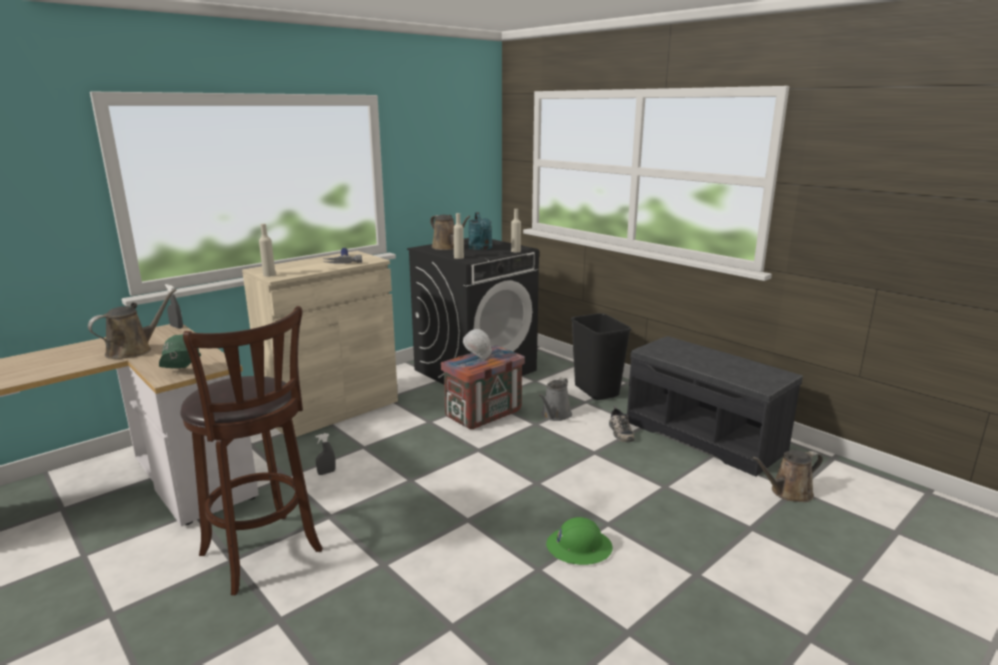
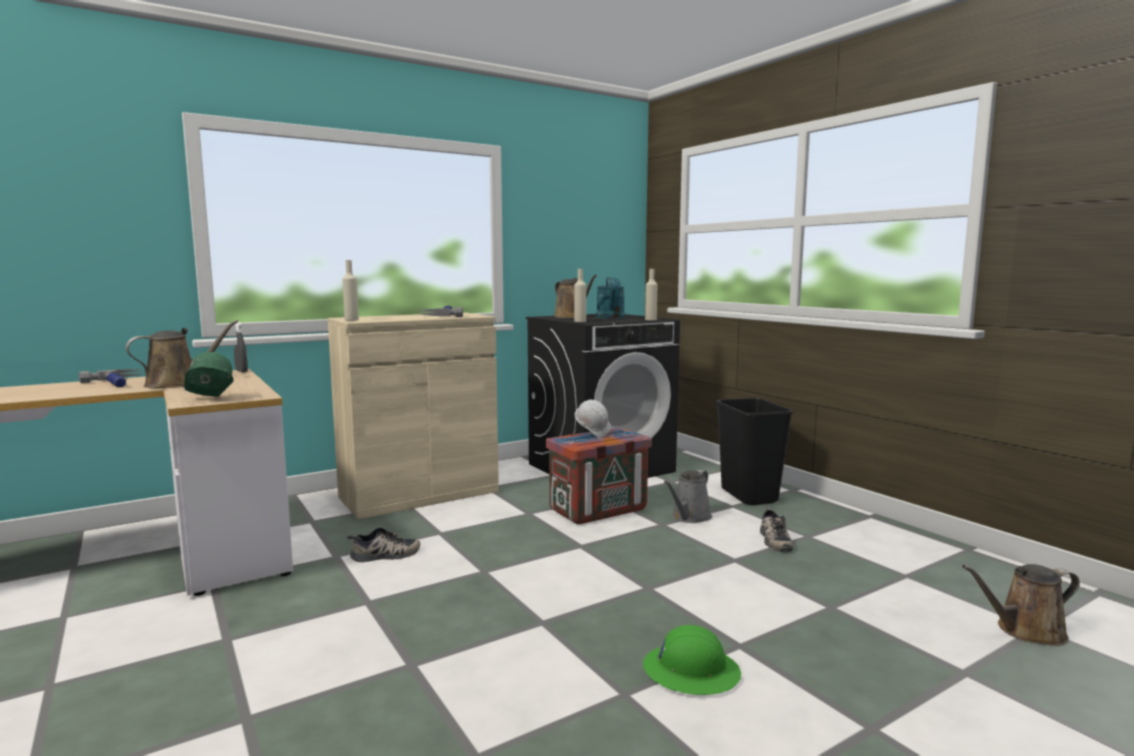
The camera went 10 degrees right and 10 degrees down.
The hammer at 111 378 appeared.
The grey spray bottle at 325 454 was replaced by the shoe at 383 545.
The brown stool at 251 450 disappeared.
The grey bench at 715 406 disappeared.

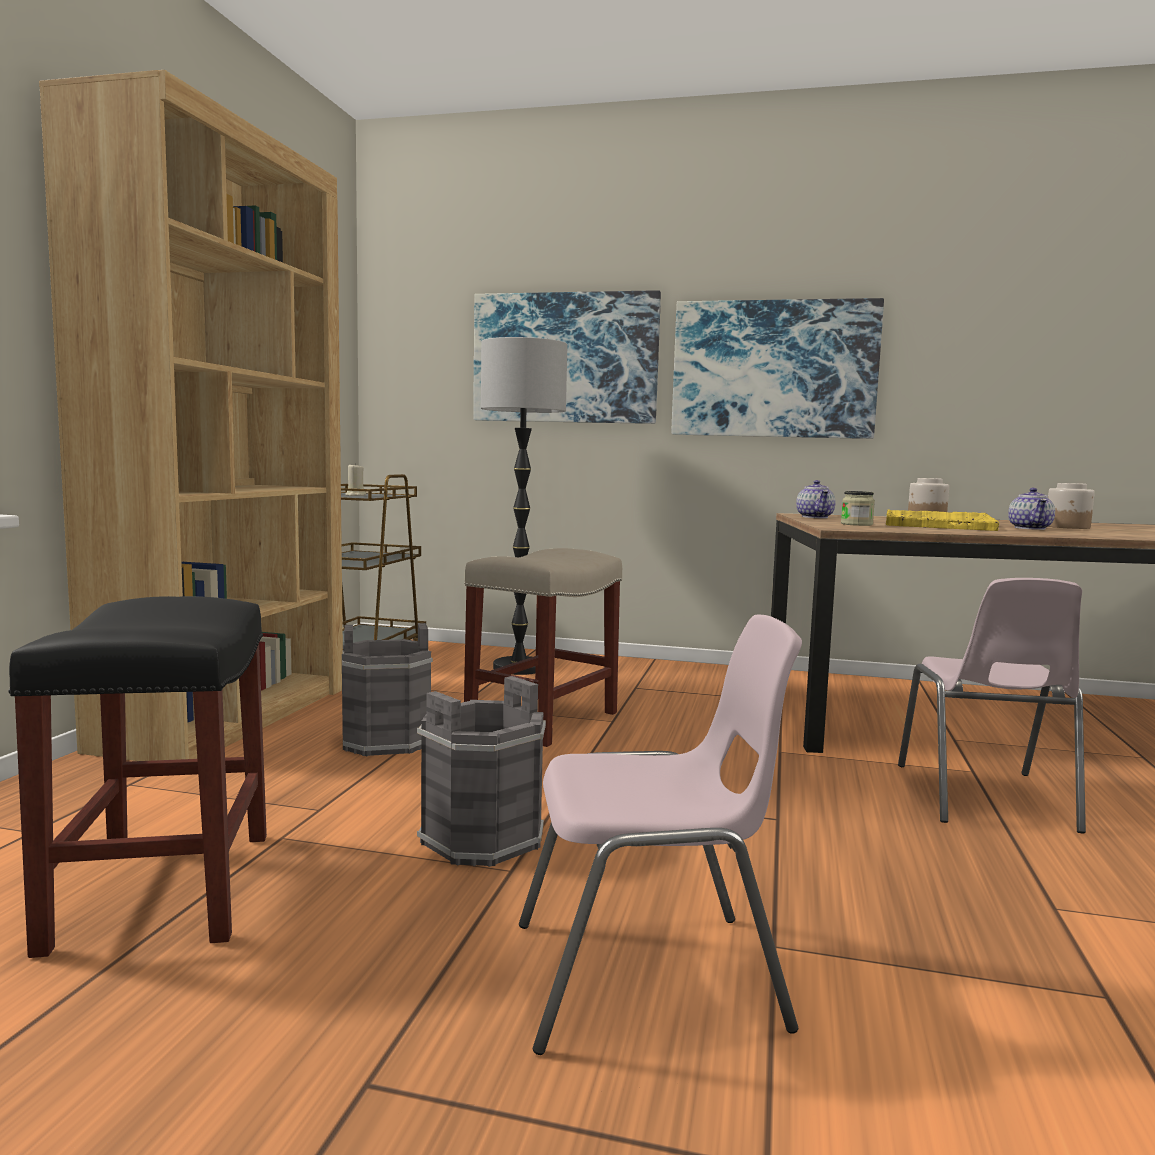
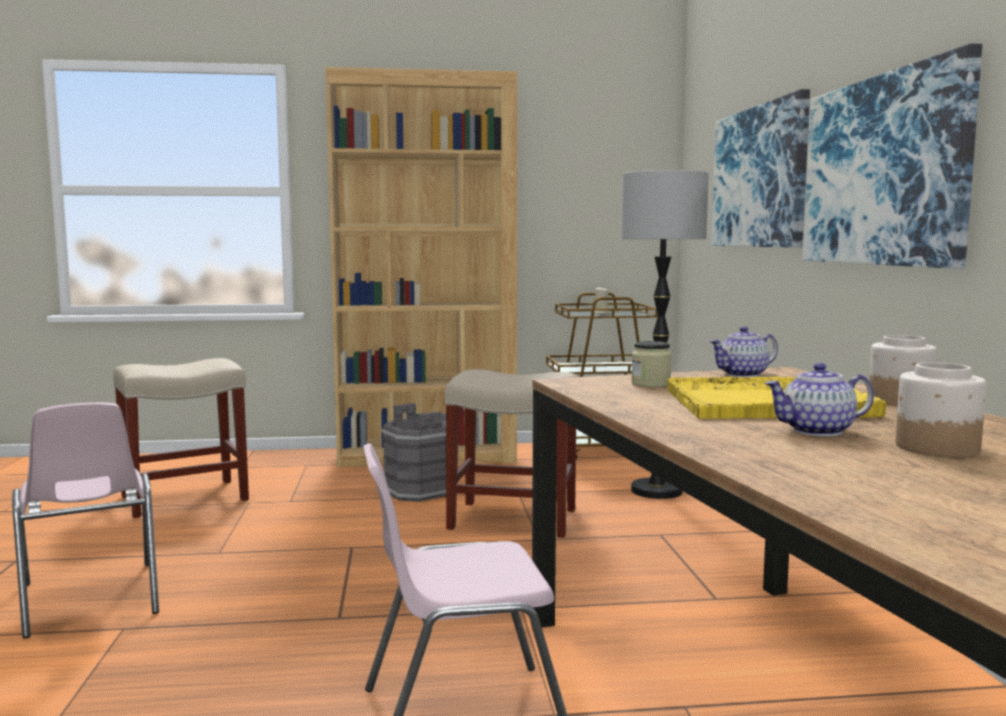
The camera went 70 degrees right and 0 degrees up.
The black stool at 137 777 became the beige stool at 181 438.
The grey bucket at 481 771 disappeared.

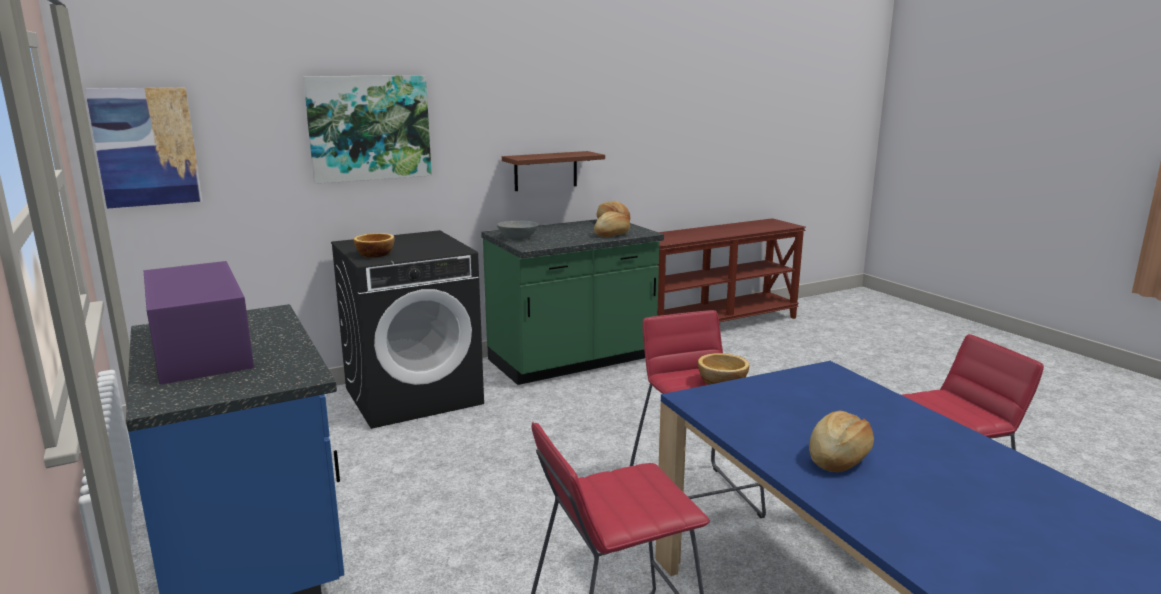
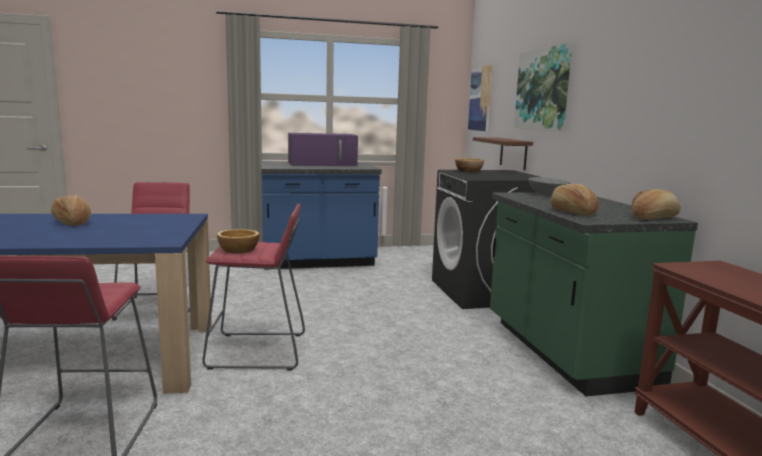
The camera went 105 degrees right and 5 degrees down.
The brown shelf moved from 553 171 to 503 153.

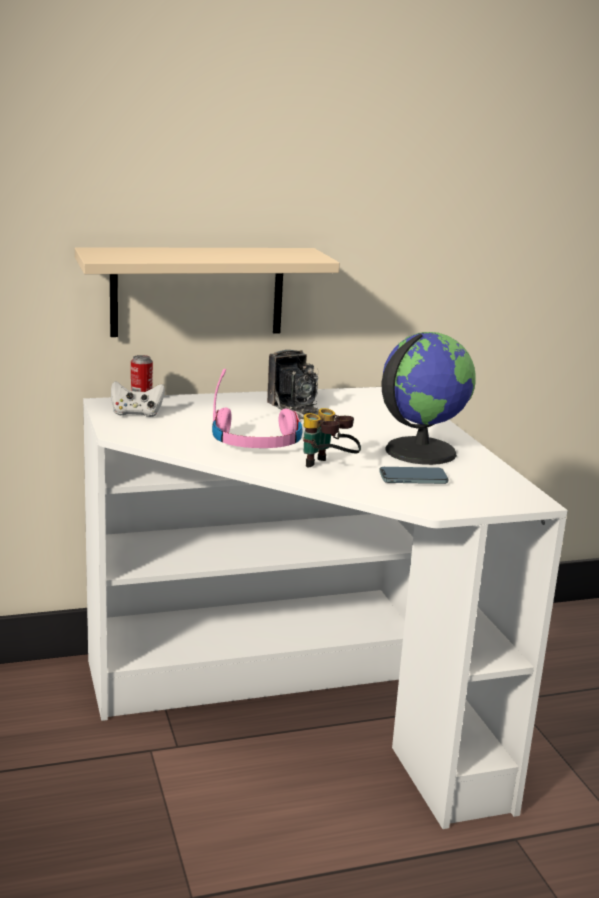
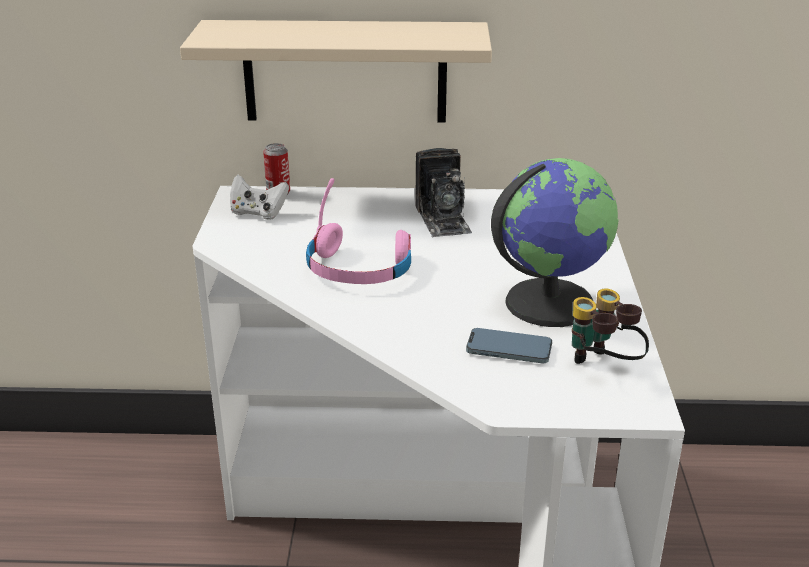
The camera went 20 degrees right and 10 degrees up.
The binoculars moved from 332 438 to 610 326.

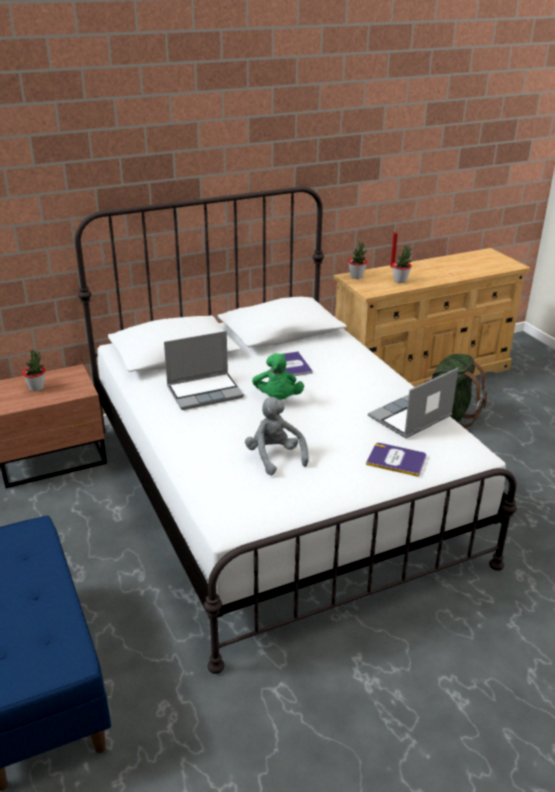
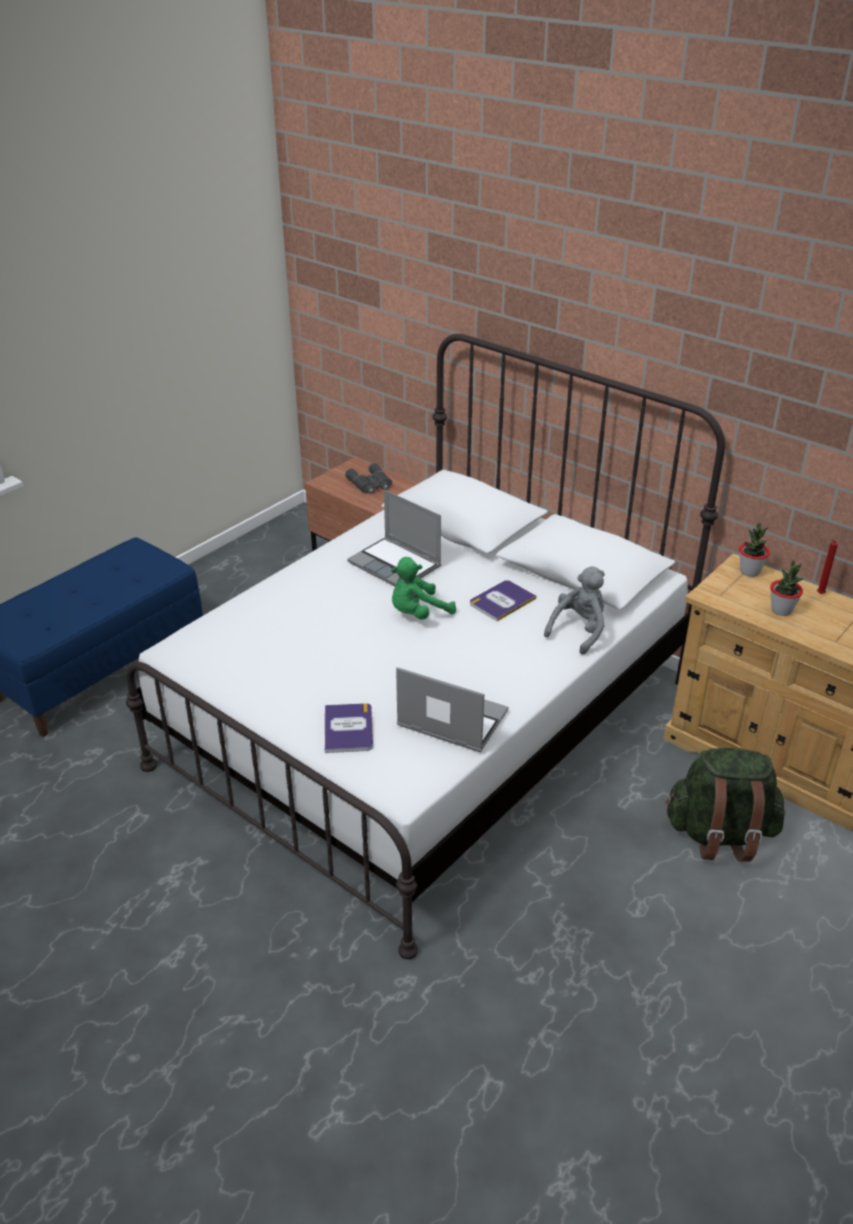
The camera went 65 degrees right and 5 degrees up.
The potted plant at 33 370 was replaced by the grey binoculars at 368 478.
The grey plush toy moved from 277 436 to 574 610.

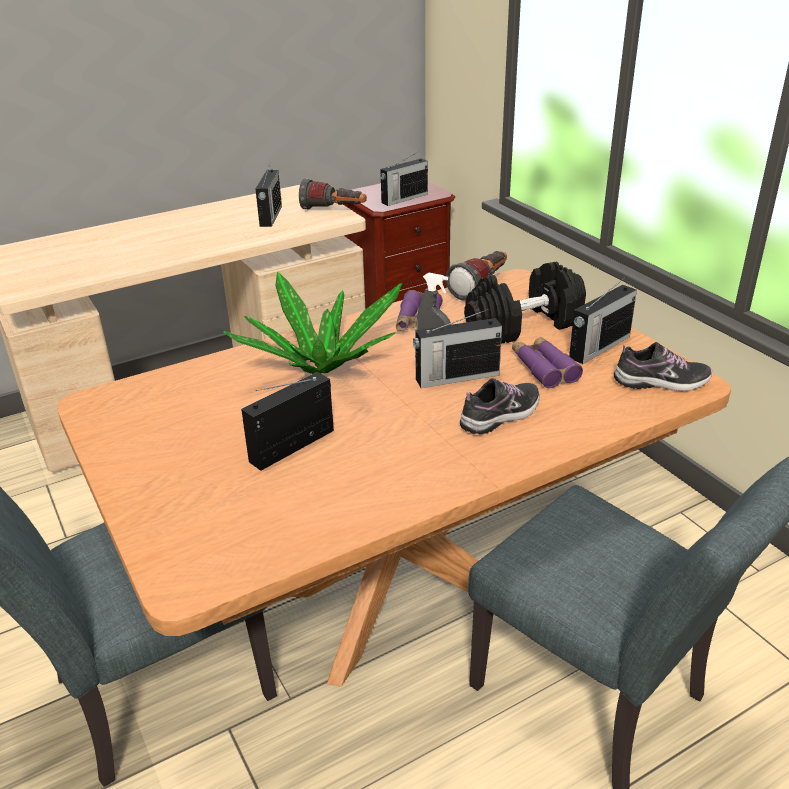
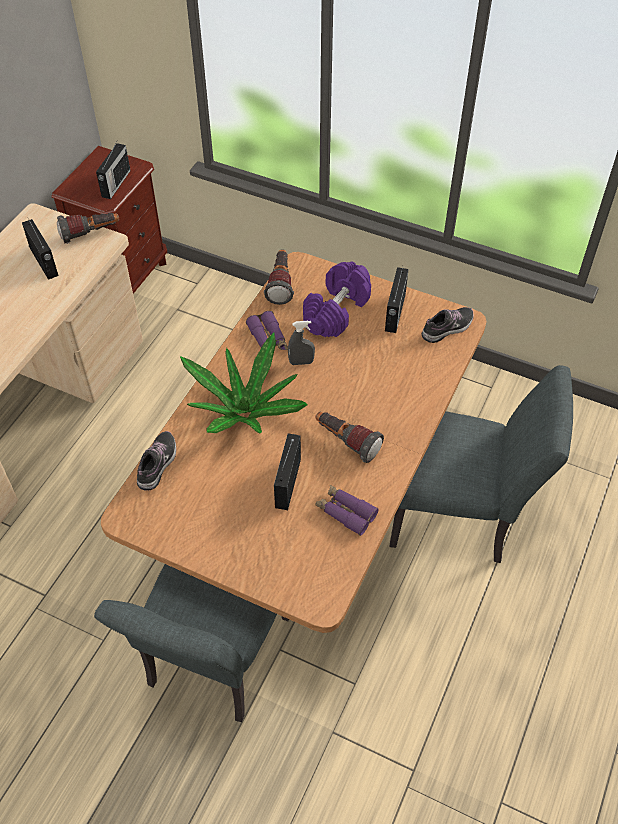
The camera went 35 degrees left and 20 degrees up.
The shoe moved from 500 406 to 156 461.
The black dumbbell at 525 303 became the purple dumbbell at 337 299.
The flashlight at 349 437 appeared.
The purple binoculars moved from 547 362 to 347 510.
The radio at 457 348 disappeared.

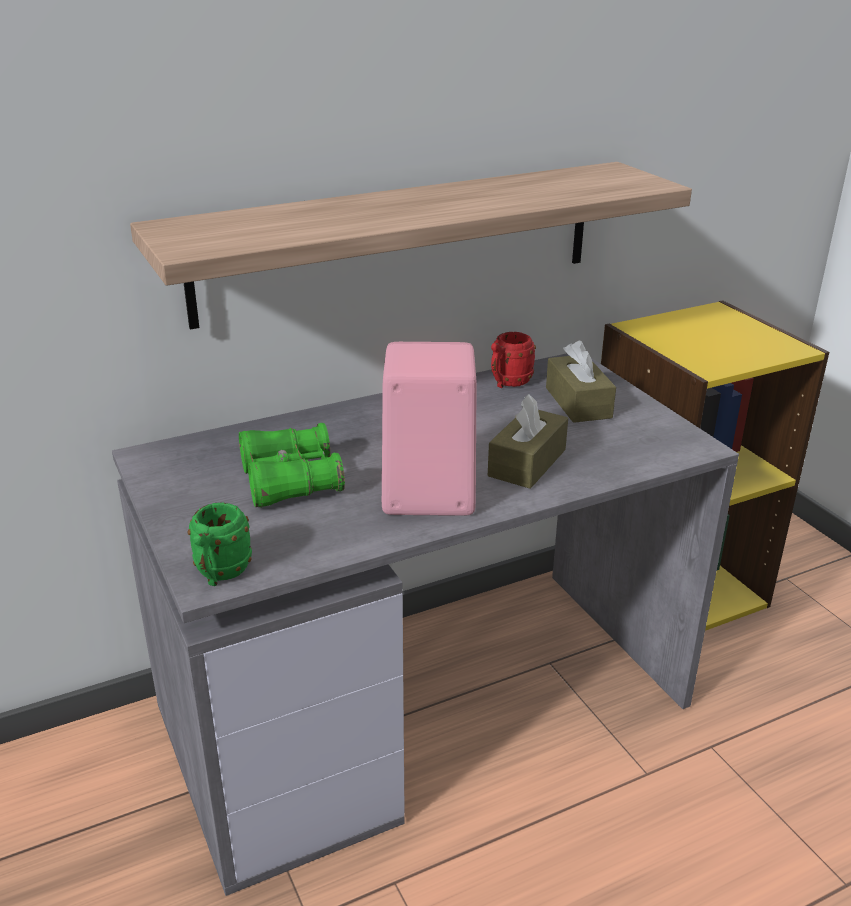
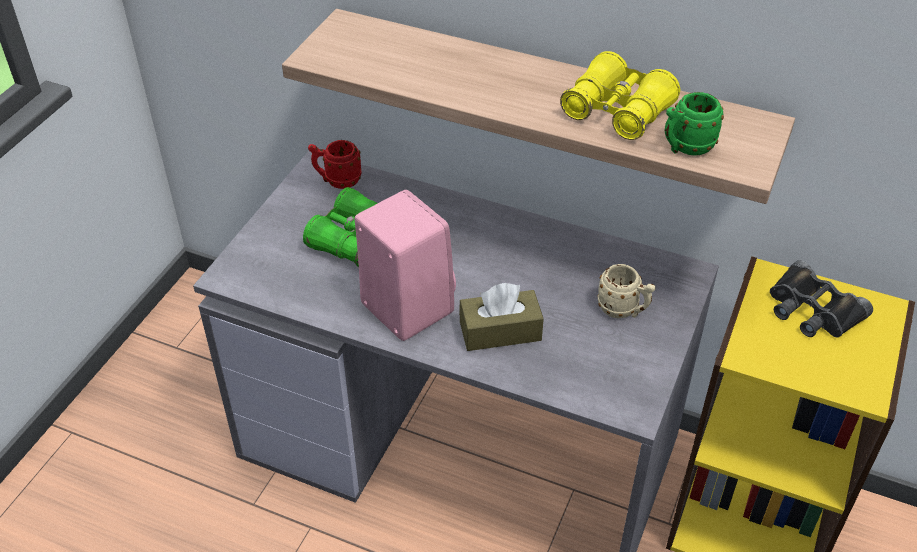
The camera went 50 degrees right and 15 degrees up.
The red mug moved from 513 360 to 335 164.
The yellow binoculars at 620 95 appeared.
The brown tissue box at 581 381 was replaced by the beige mug at 626 291.
The green mug moved from 220 544 to 694 124.
The black binoculars at 821 298 appeared.

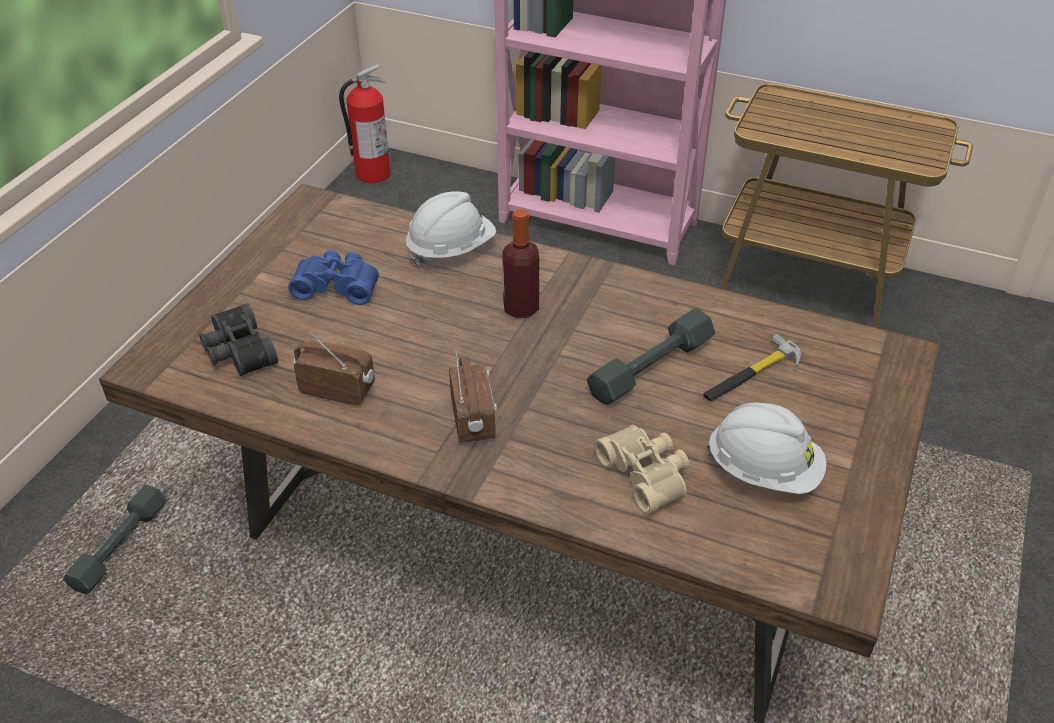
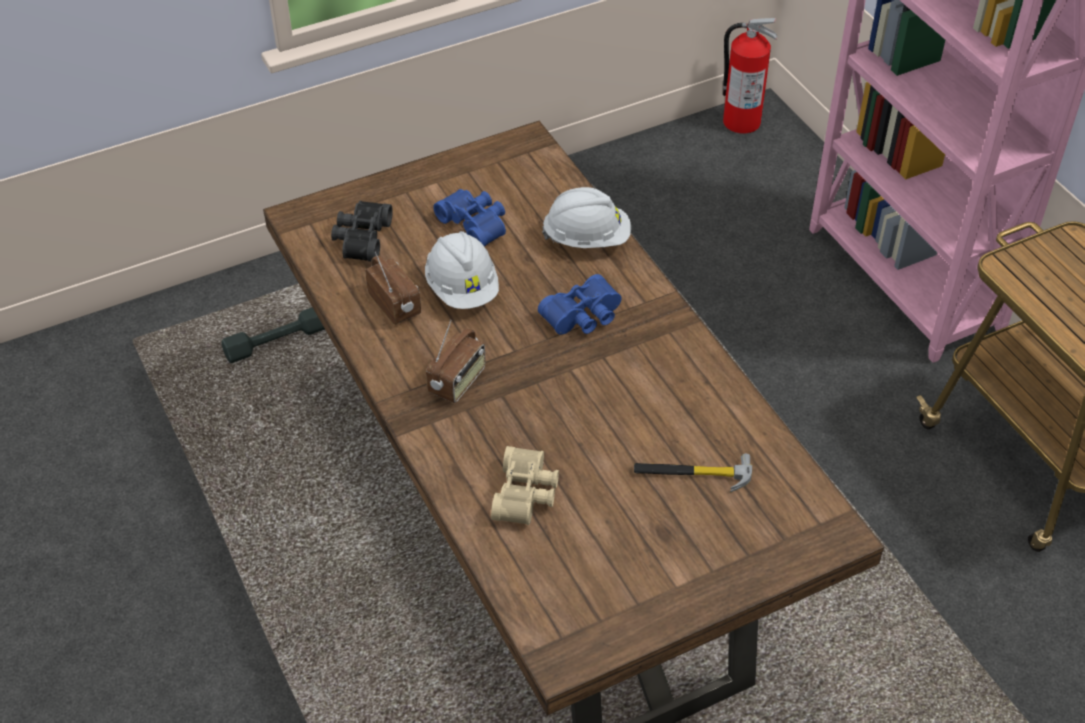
The camera went 40 degrees right and 5 degrees up.
The white hard hat moved from 766 448 to 462 270.
The bottle at 520 263 was replaced by the blue binoculars at 580 304.
The grey dumbbell at 651 356 disappeared.

